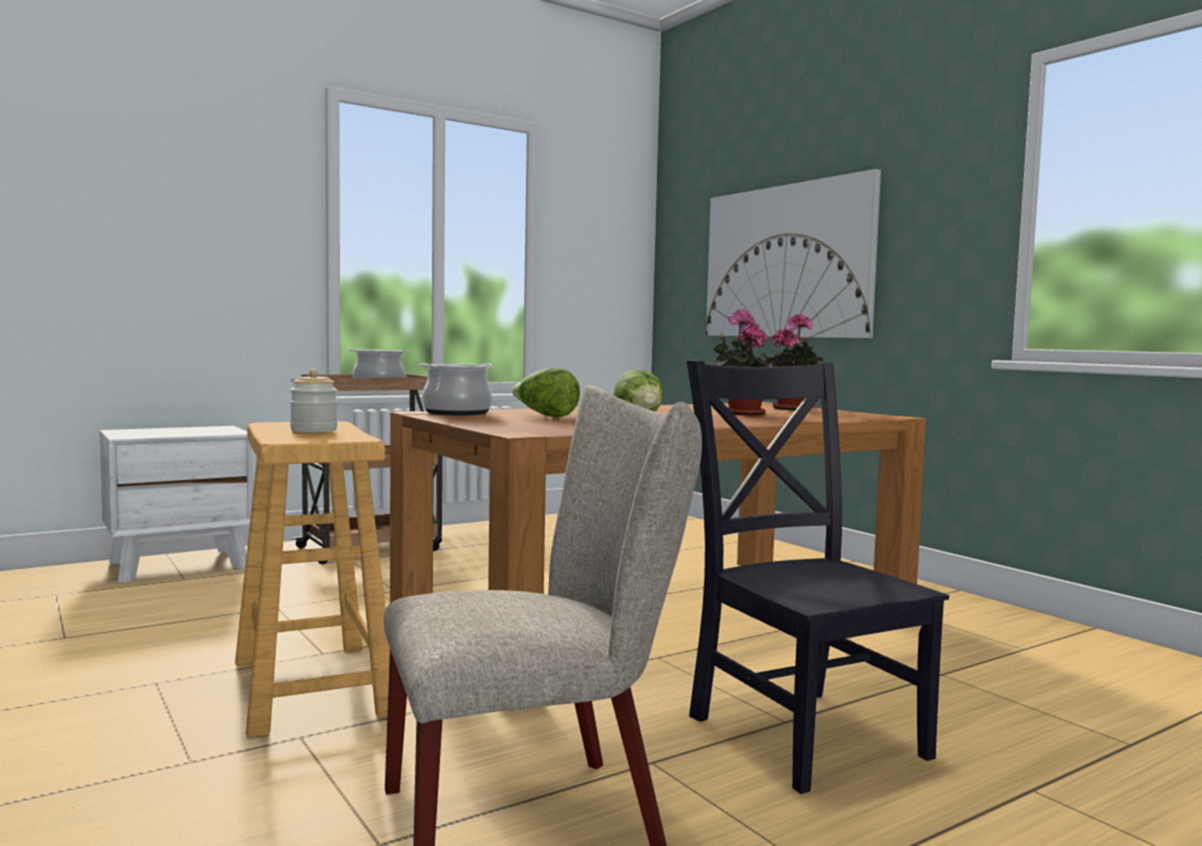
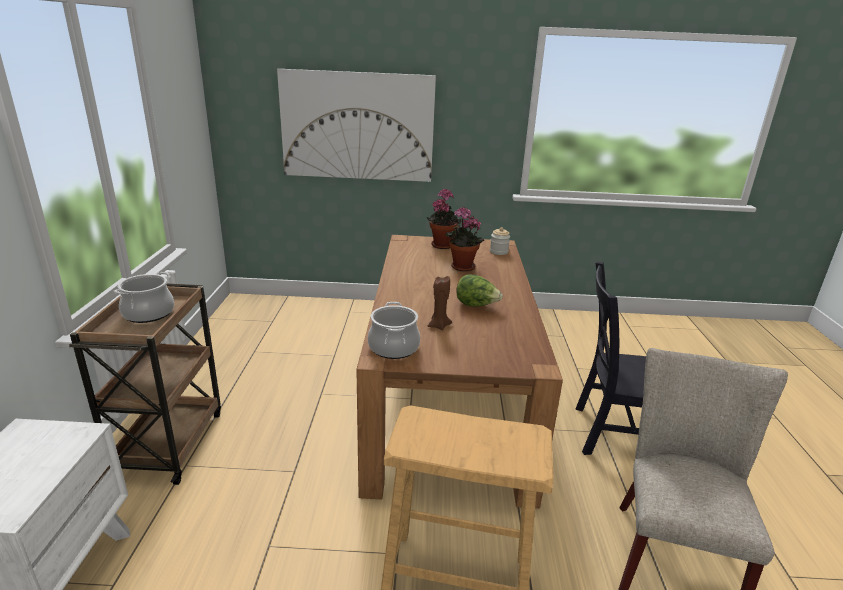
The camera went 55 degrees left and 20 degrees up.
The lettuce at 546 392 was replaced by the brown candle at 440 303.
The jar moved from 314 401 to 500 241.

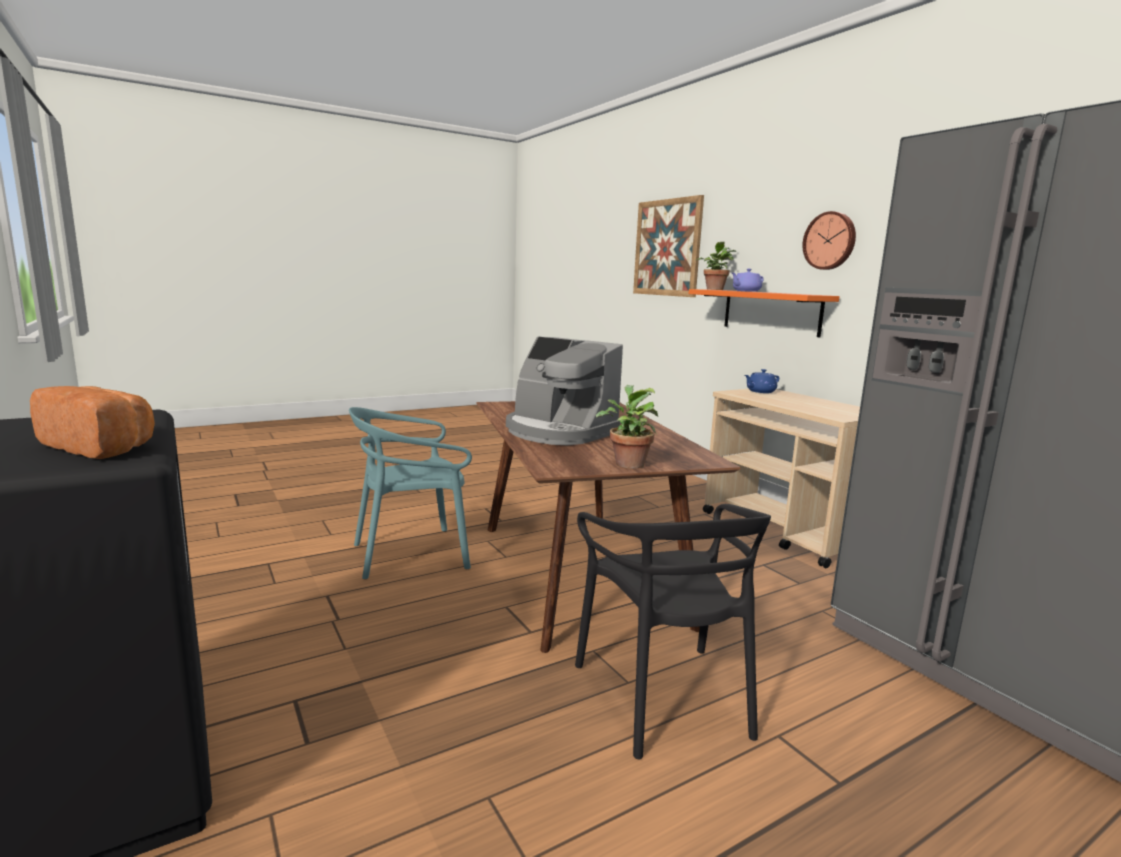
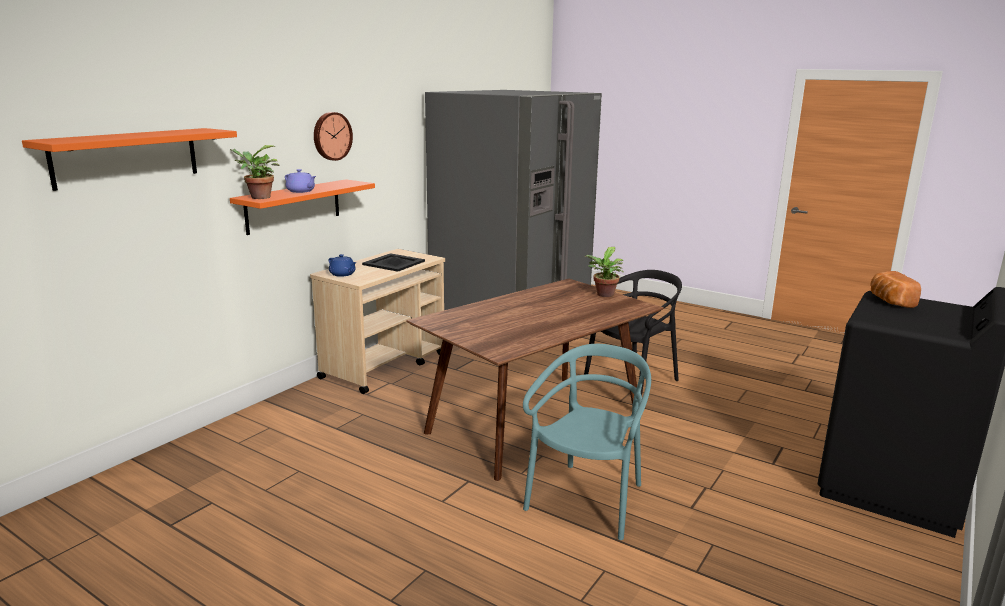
The camera went 115 degrees left and 5 degrees up.
The picture at 668 246 was replaced by the orange shelf at 129 159.
The black tray at 393 262 appeared.
The turquoise chair at 410 493 turned 105 degrees counterclockwise.
The coffee machine at 564 391 disappeared.

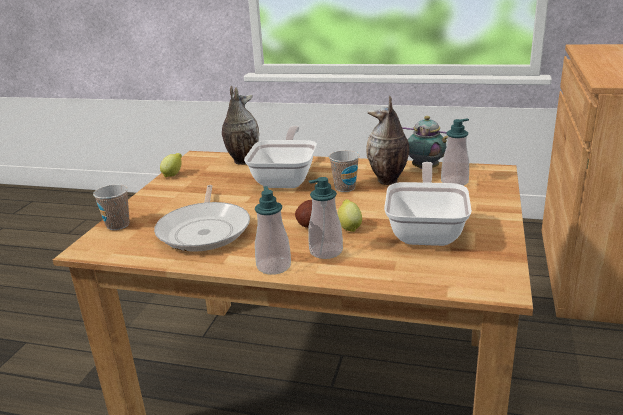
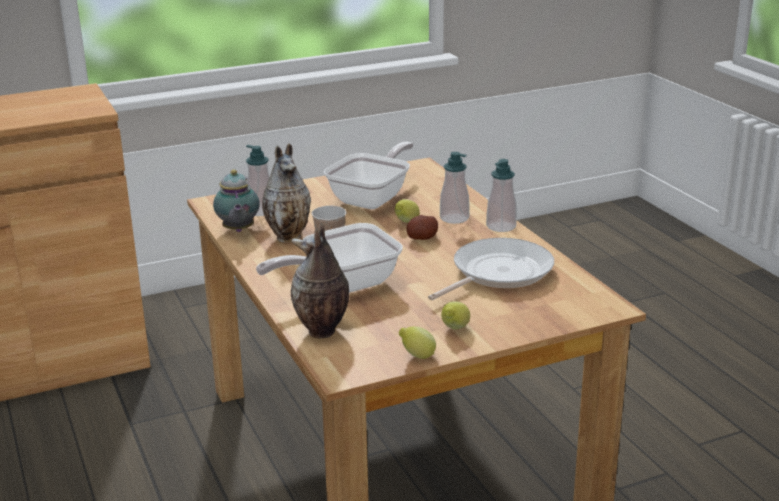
The camera went 130 degrees left and 0 degrees up.
The frying pan at 428 204 turned 150 degrees clockwise.
The lemon at 455 315 appeared.
The cup at 111 207 disappeared.

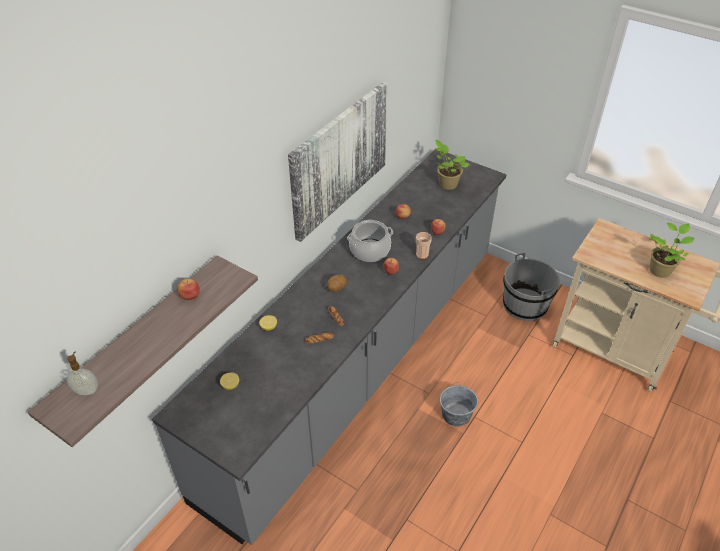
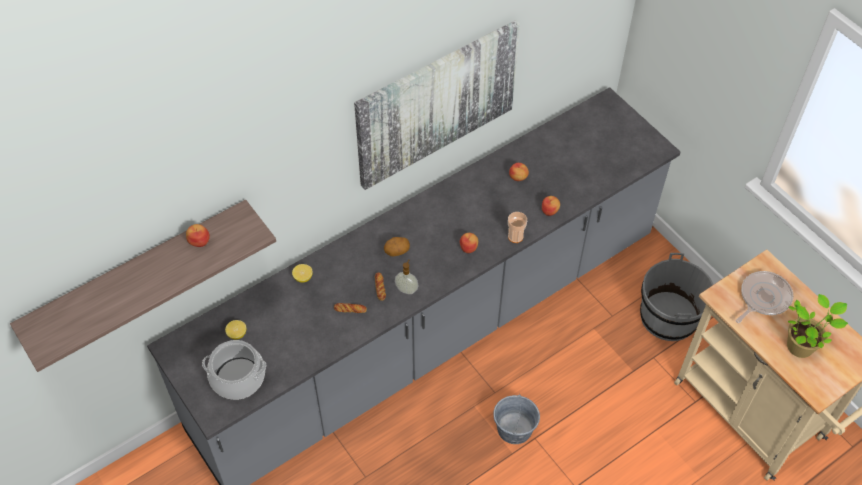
The camera went 20 degrees right and 10 degrees up.
The cooking pot moved from 370 241 to 234 370.
The soap dispenser moved from 82 373 to 406 277.
The frying pan at 765 297 appeared.
The potted plant at 452 165 disappeared.

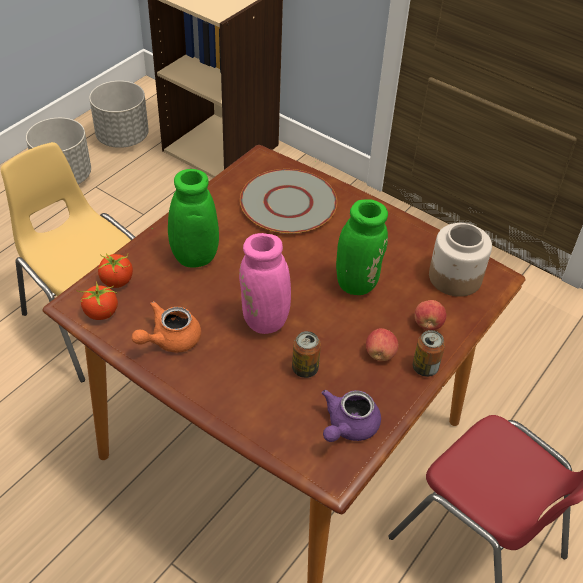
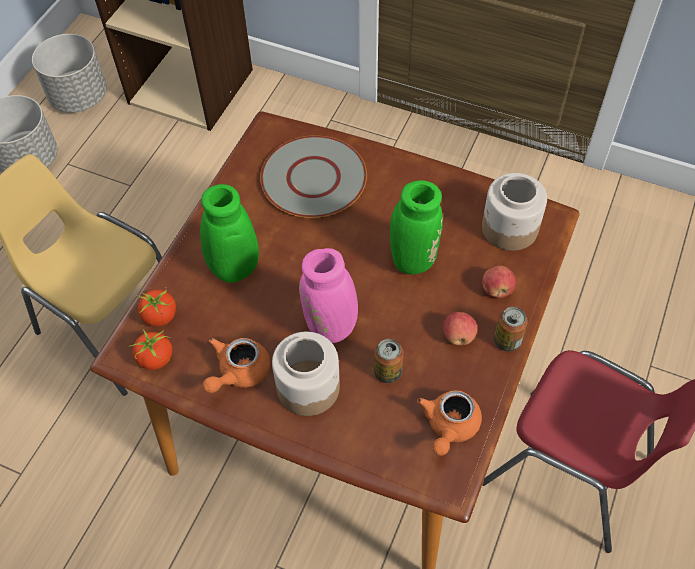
The camera went 10 degrees left and 10 degrees up.
The jar at 306 374 appeared.
The purple teapot at 351 416 became the orange teapot at 449 423.

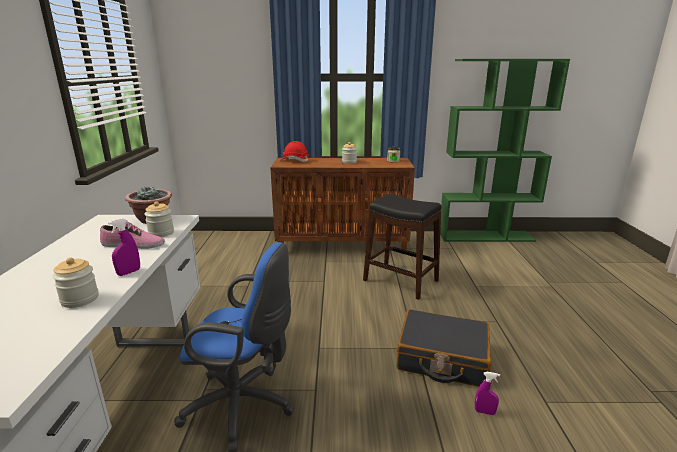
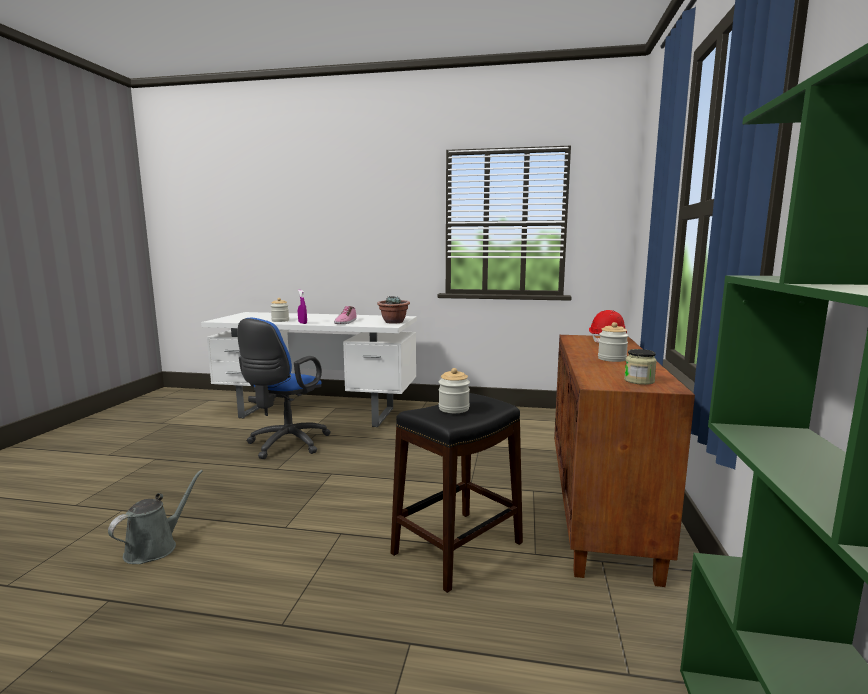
The camera went 100 degrees right and 10 degrees down.
The purple spray bottle at 487 393 was replaced by the grey watering can at 155 517.
The jar moved from 159 219 to 454 390.
The black suitcase at 444 348 disappeared.

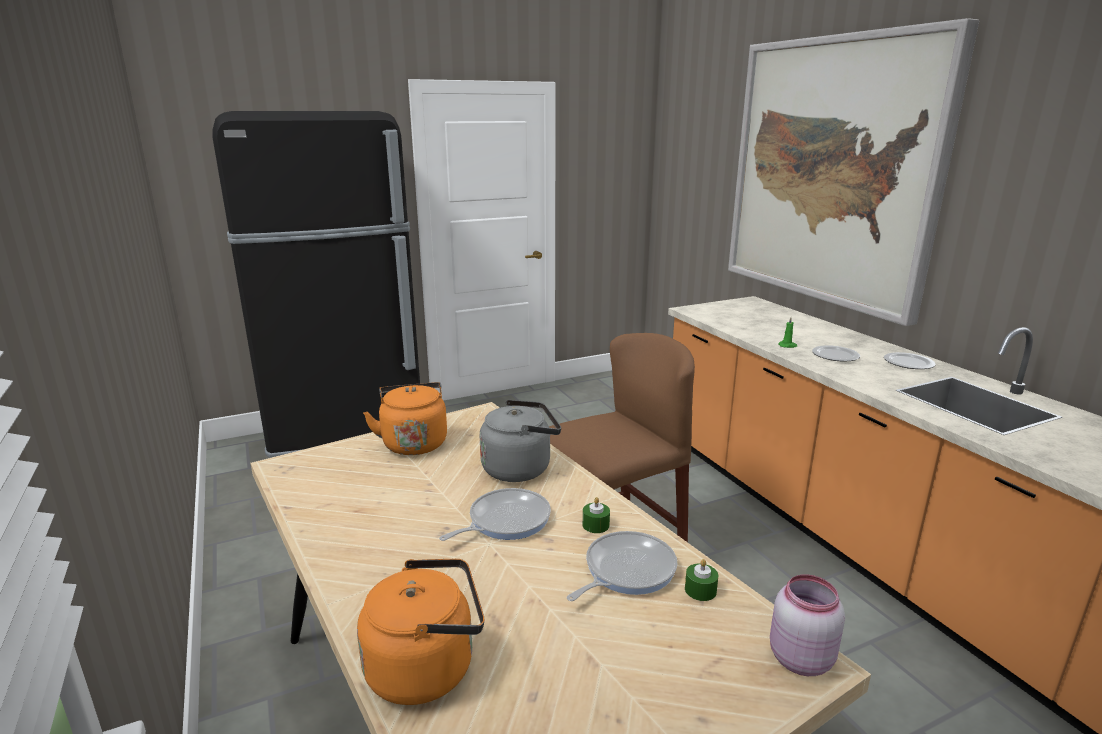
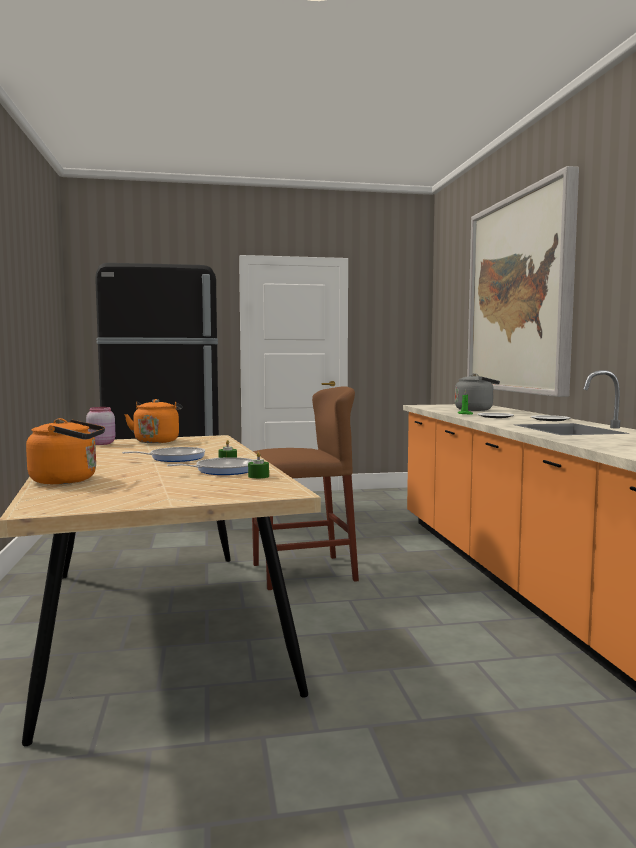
The camera went 15 degrees right and 15 degrees down.
The pink jar moved from 807 625 to 100 426.
The grey kettle moved from 520 441 to 477 392.

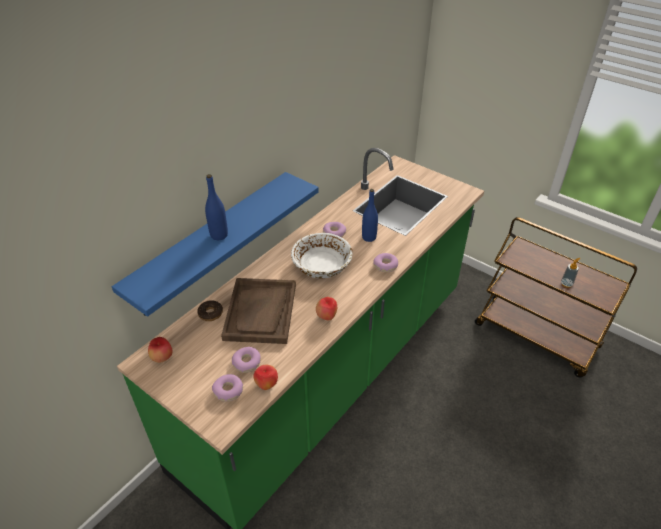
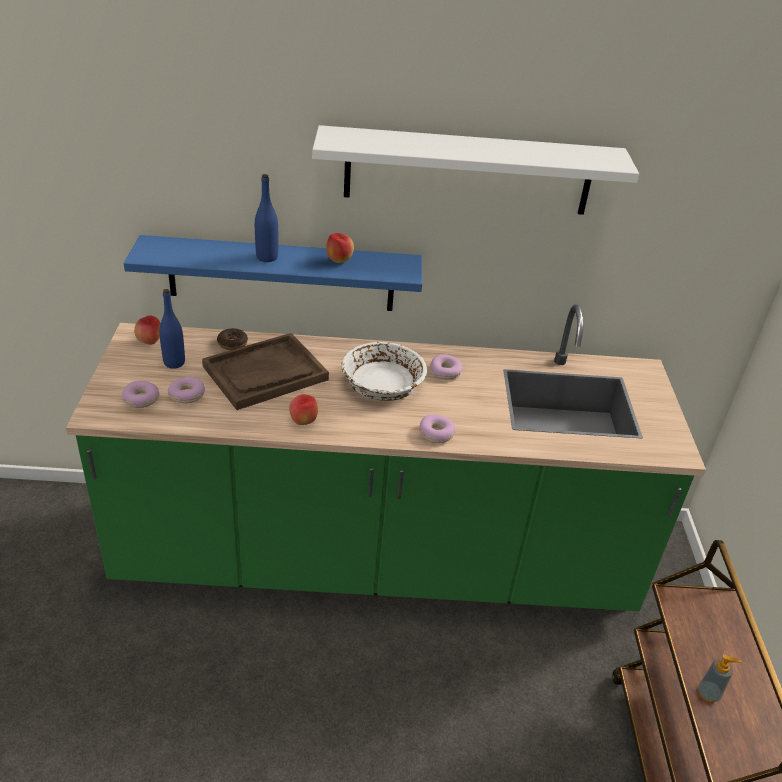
The camera went 50 degrees right and 5 degrees down.
The blue bottle moved from 370 215 to 172 329.
The white shelf at 475 170 appeared.
The apple moved from 265 377 to 340 248.

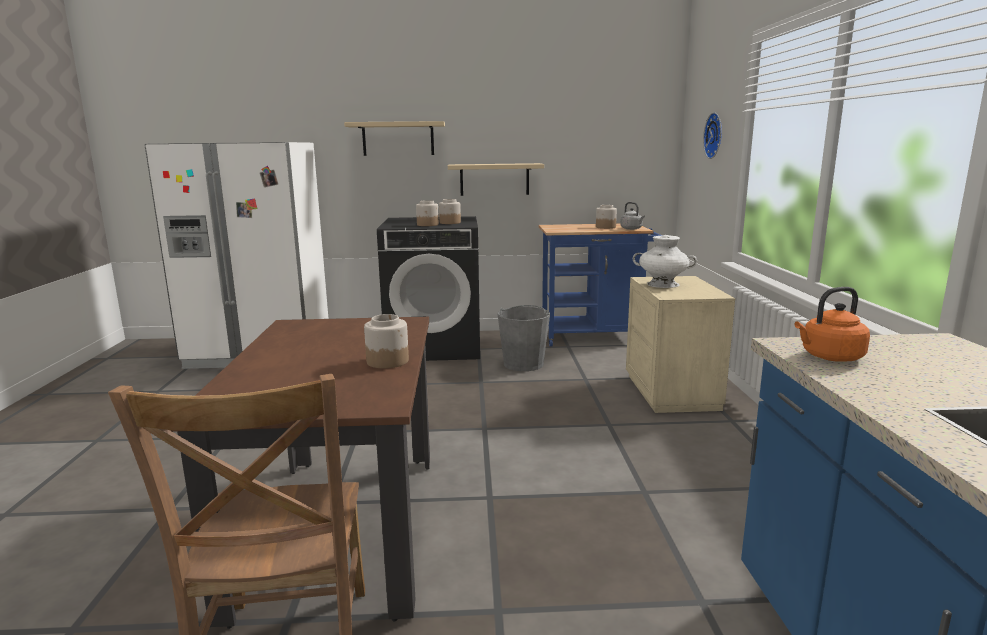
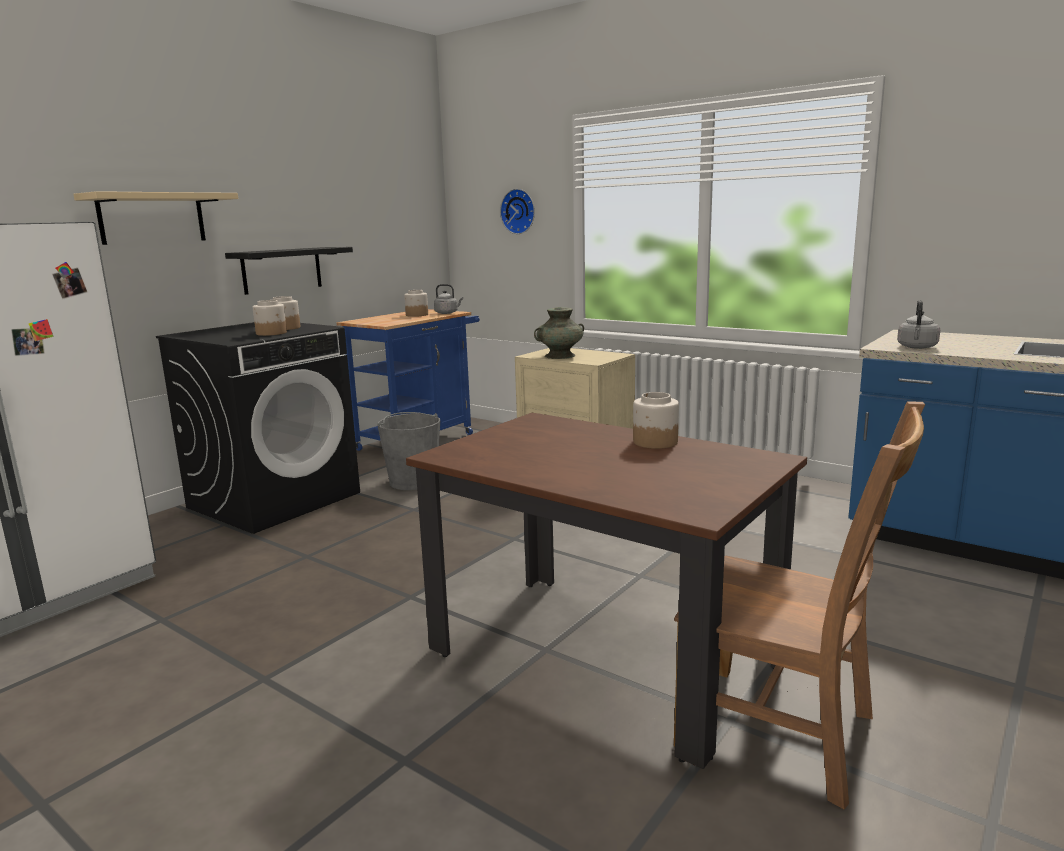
The camera went 50 degrees left and 0 degrees up.
The beige shelf at 496 179 became the black shelf at 289 271.
The white vase at 665 261 became the turquoise vase at 559 333.
The orange kettle at 832 324 became the grey kettle at 918 324.

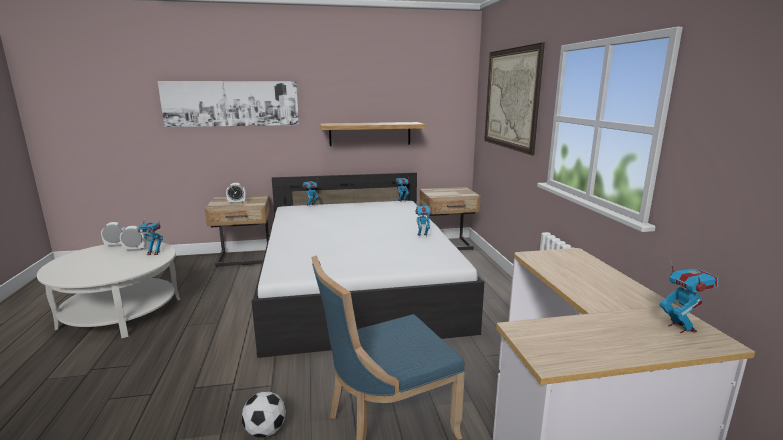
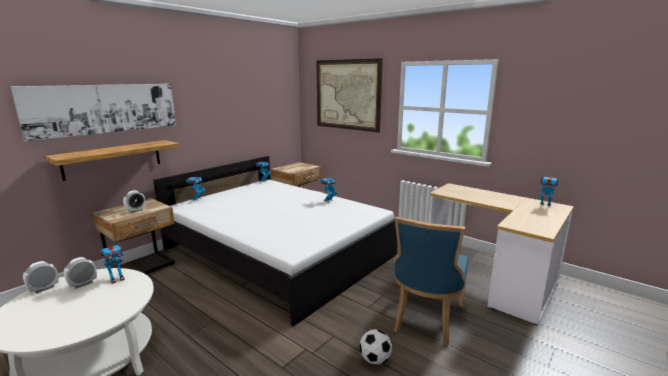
The camera went 40 degrees left and 0 degrees up.
The shelf moved from 372 134 to 112 160.

